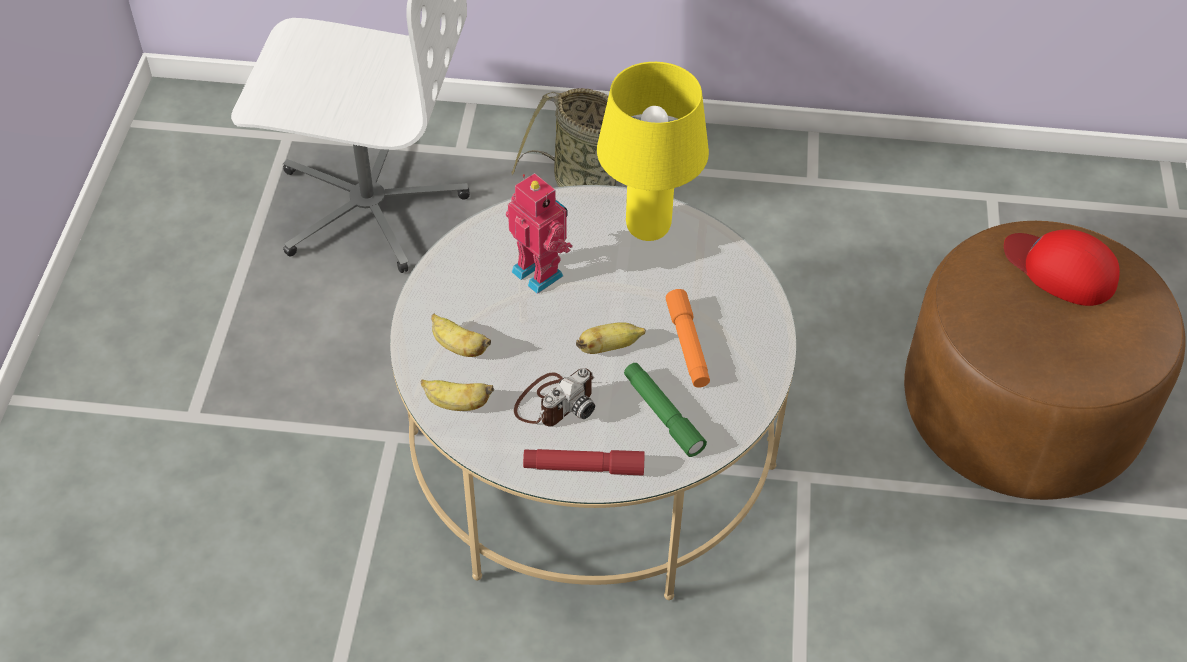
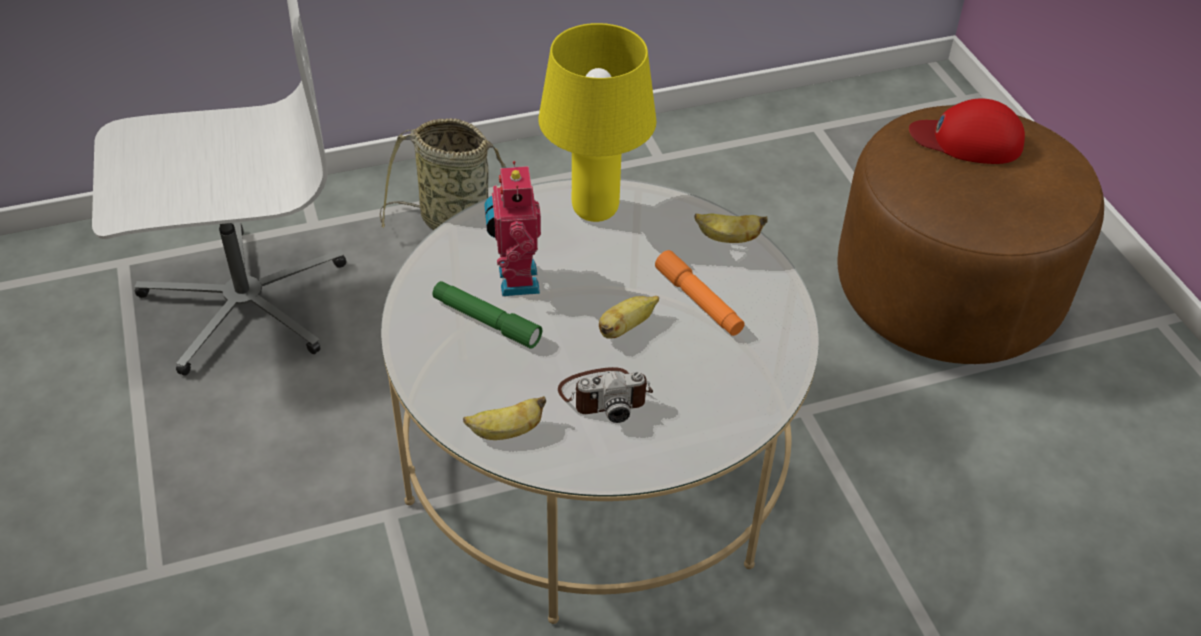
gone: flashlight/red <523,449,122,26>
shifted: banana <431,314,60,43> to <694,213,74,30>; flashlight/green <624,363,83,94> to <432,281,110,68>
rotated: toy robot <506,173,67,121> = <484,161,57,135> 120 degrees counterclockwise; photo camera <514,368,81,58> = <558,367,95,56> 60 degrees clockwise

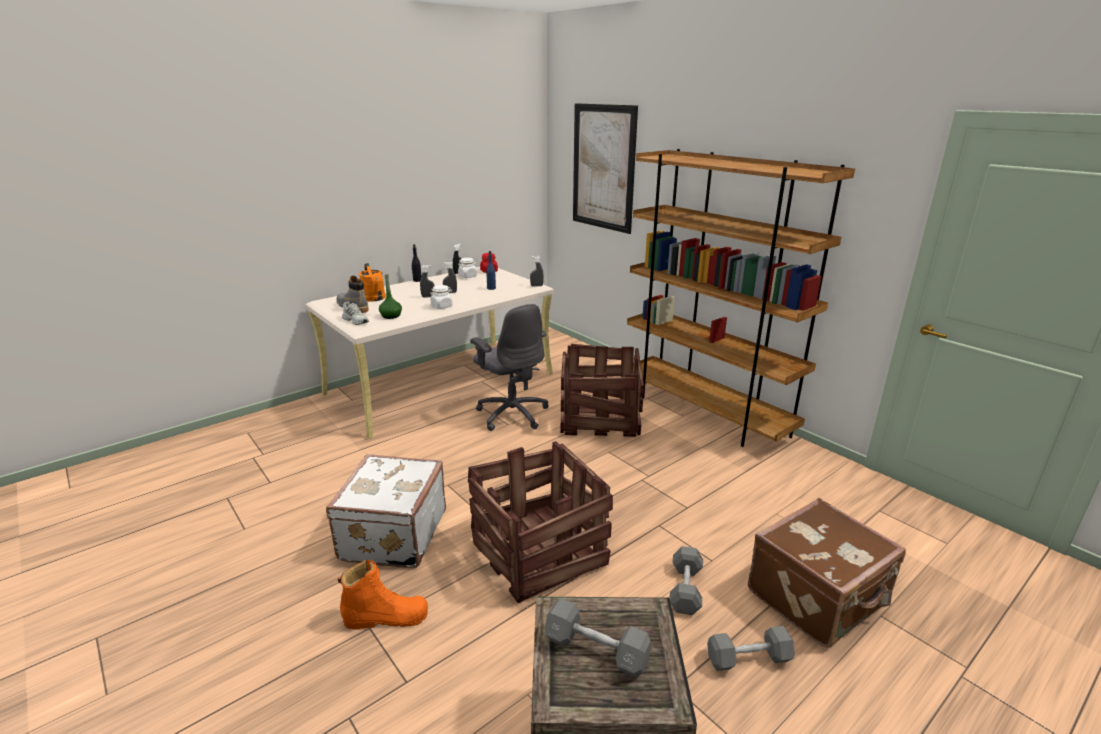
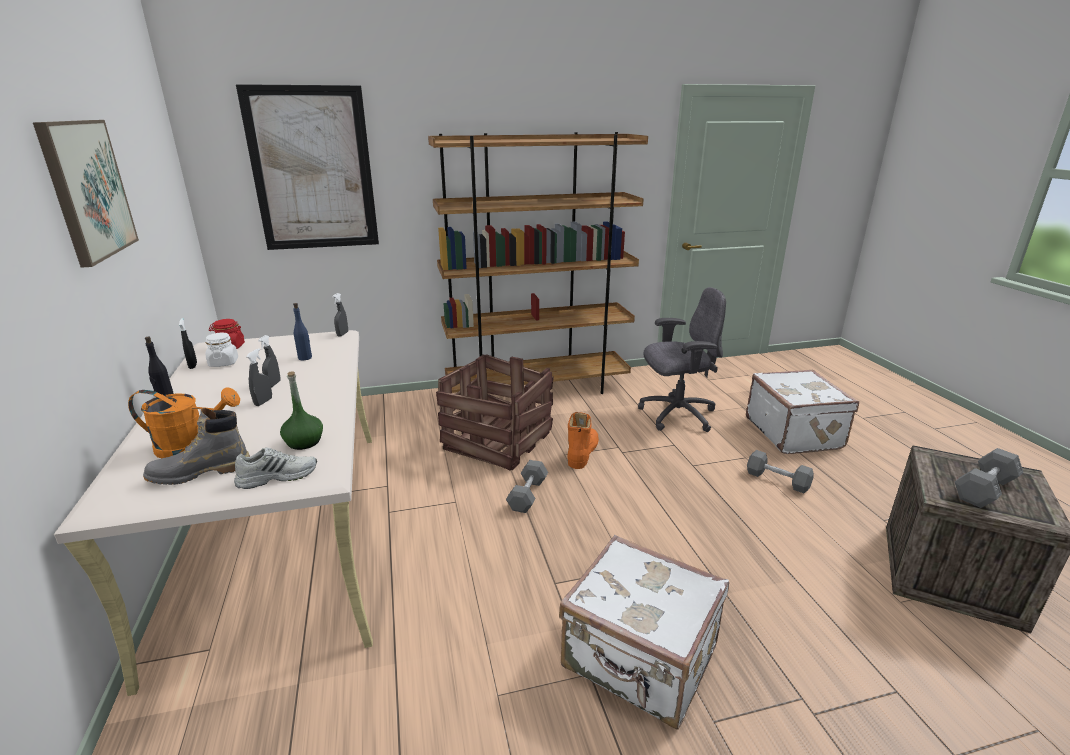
gone: jar/white <430,285,23,24>; crate <468,441,145,162>
new: picture <33,120,106,148>
shifted: office chair/grey <470,304,78,127> to <638,287,88,145>; boot/orange <338,560,90,69> to <567,412,32,57>; dumbbell/grey <707,626,88,45> to <506,460,42,53>
repainted: suitcase/brown <748,498,158,150> to suitcase/white <746,370,113,84>

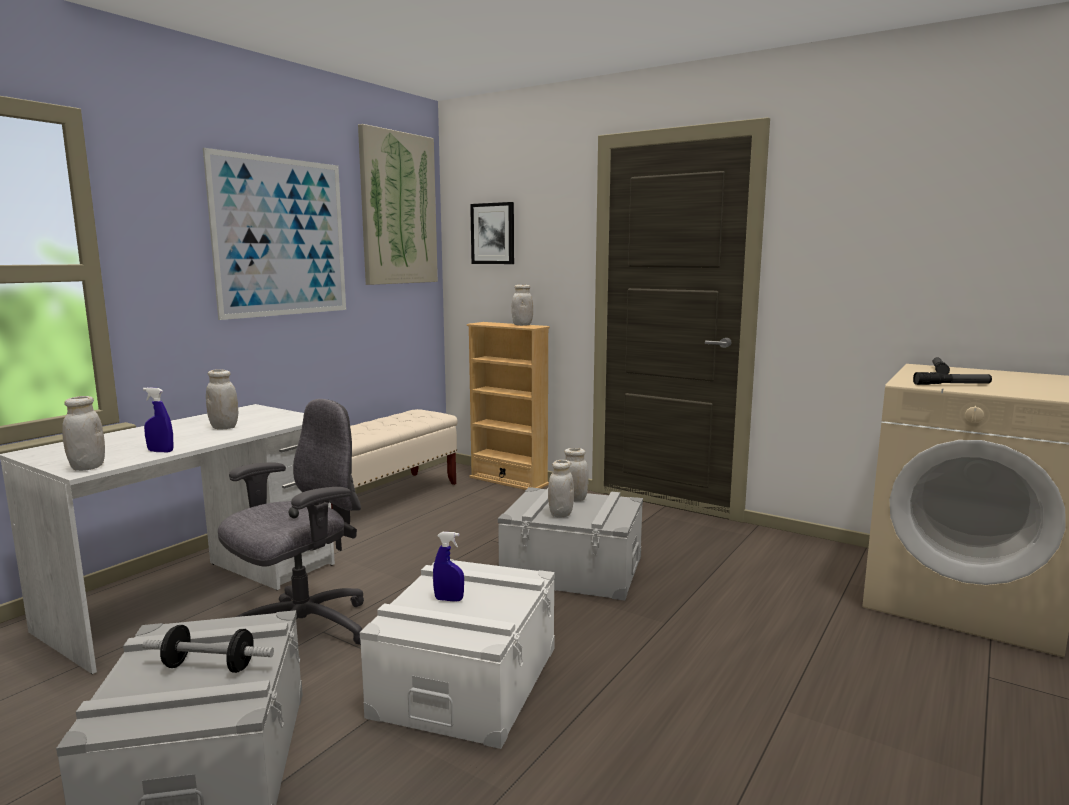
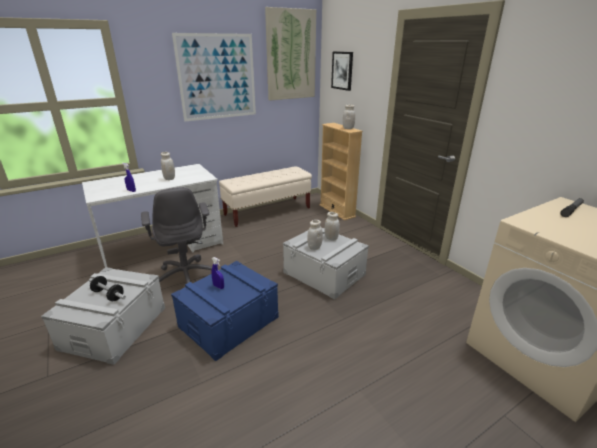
gone: flashlight <913,372,79,13>; jar/white <62,396,43,75>
repainted: storage box/white <359,559,196,190> to storage box/blue <171,261,108,100>
rotated: office chair/grey <218,399,146,246> = <141,187,71,96> 90 degrees clockwise

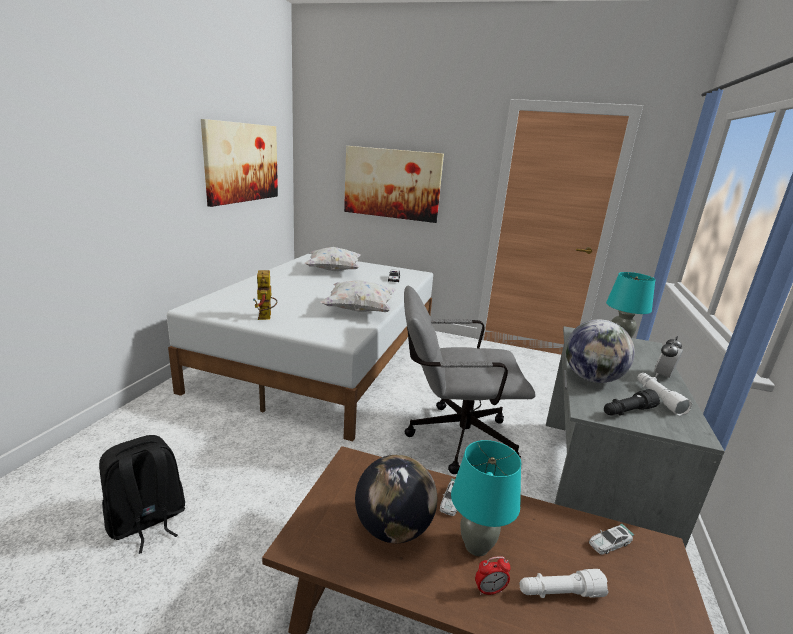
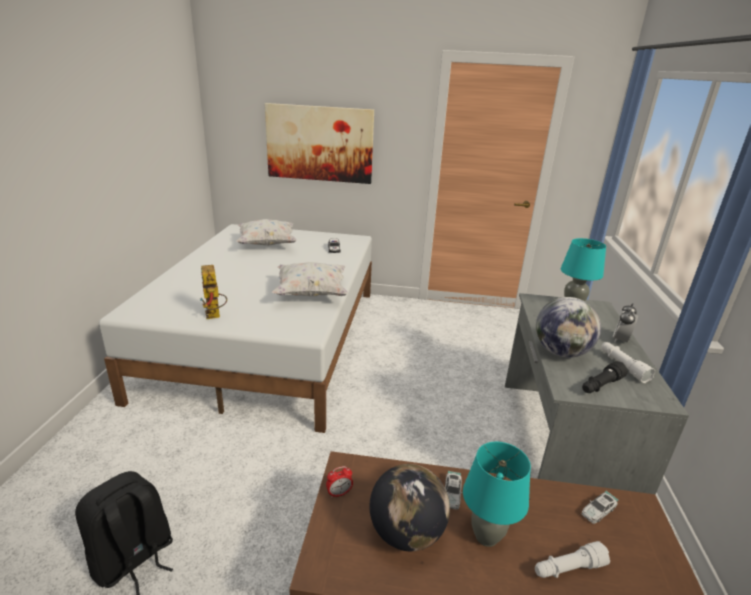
gone: picture <201,119,77,88>; office chair/grey <404,286,131,188>
shifted: alarm clock <475,556,36,39> to <326,466,27,32>

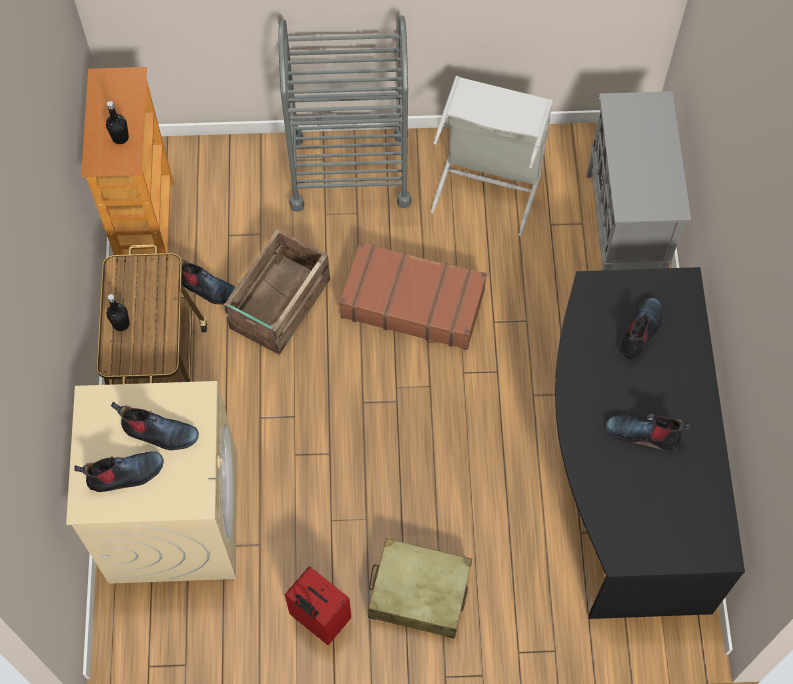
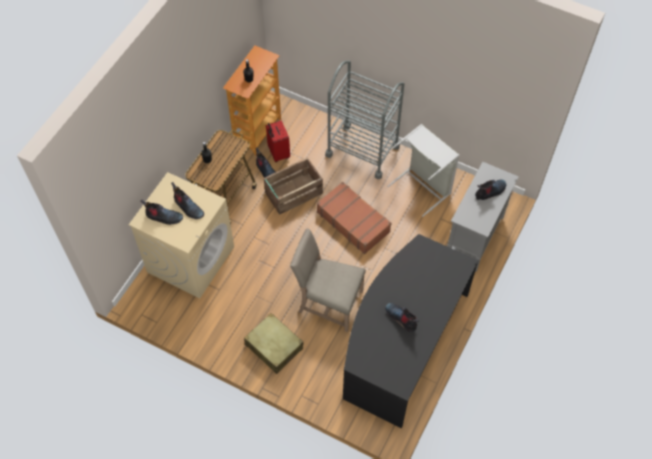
new: chair/beige <290,229,76,103>
shifted: boot <619,298,44,61> to <475,179,31,21>; suitcase/red <285,567,66,78> to <266,121,24,41>

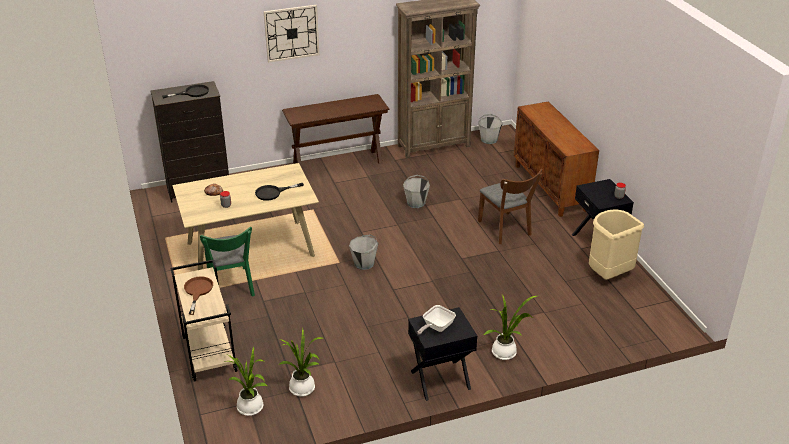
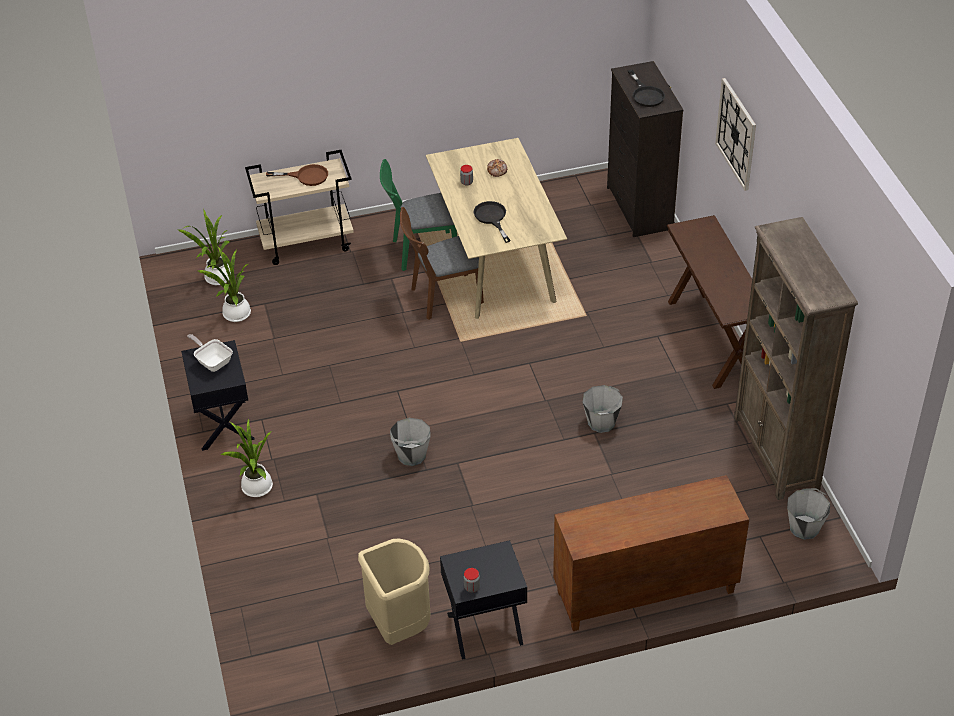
shifted: chair/brown <478,169,64,75> to <400,207,84,113>; bucket/grey <349,234,30,36> to <390,418,41,48>

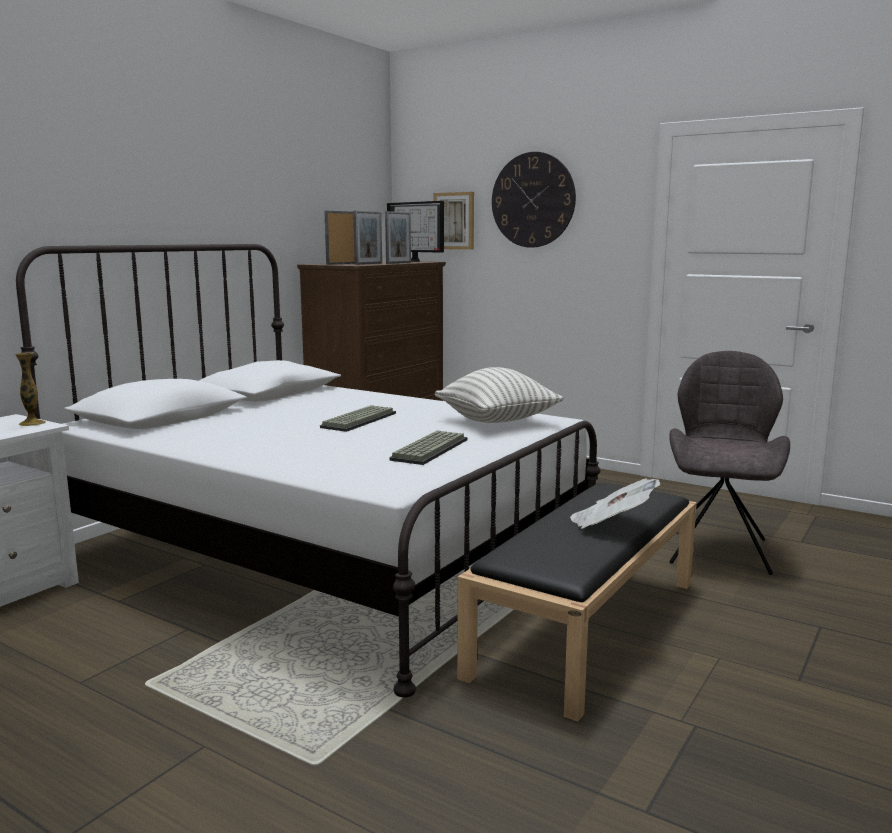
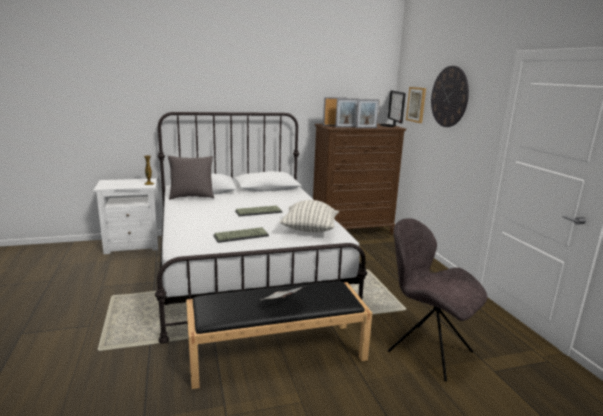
new: pillow/grey <168,156,46,44>
rotated: chair/grey <669,351,121,224> = <388,219,100,162> 105 degrees counterclockwise

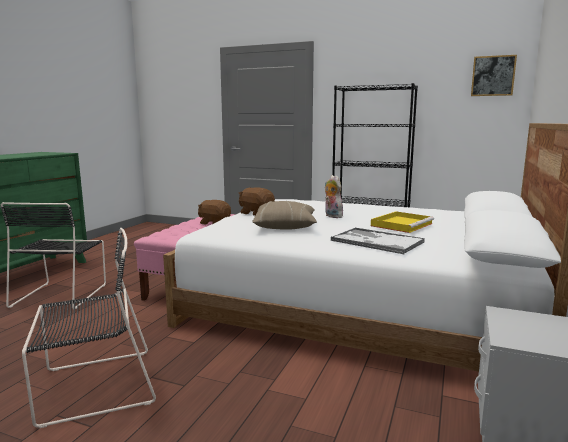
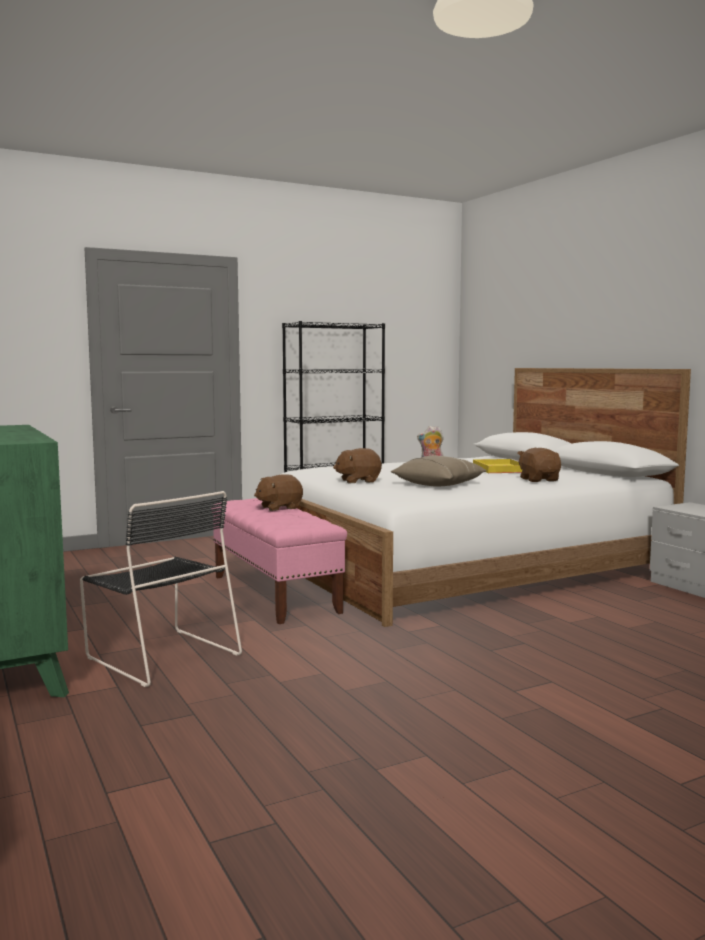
gone: picture <471,55,46,41>; chair/black <22,228,134,201>
swapped: tray <331,228,94,26> to plush toy/brown <518,448,43,34>

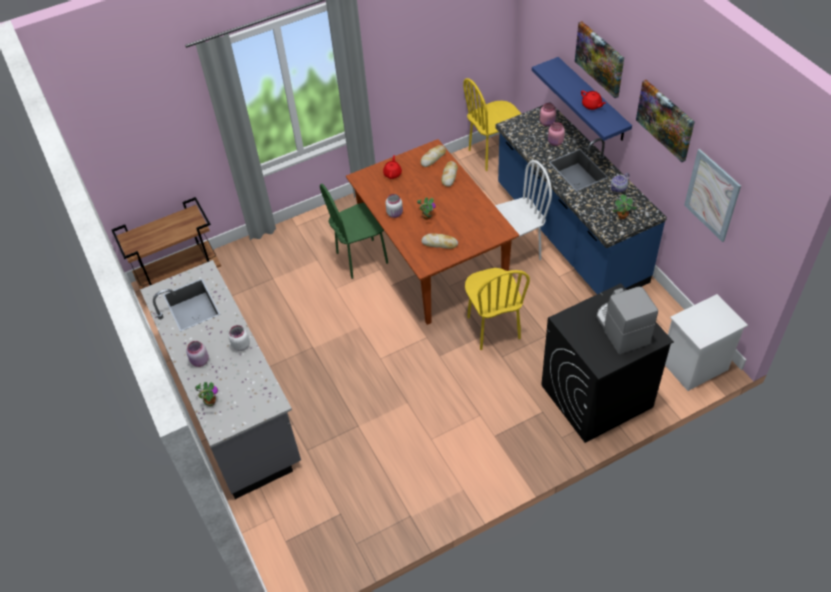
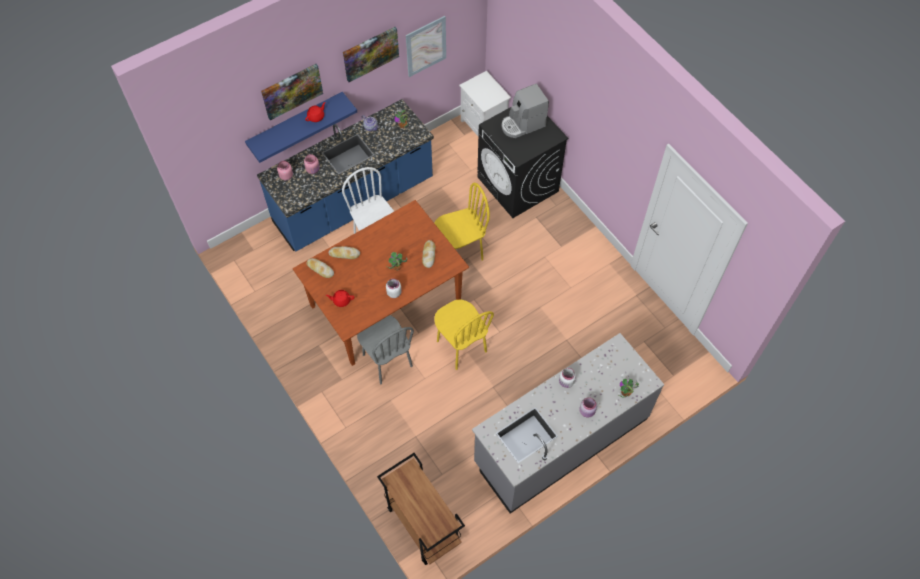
shifted: chair/yellow <463,78,58,93> to <434,300,60,70>
repainted: chair/green <320,184,68,95> to chair/grey <357,315,57,69>

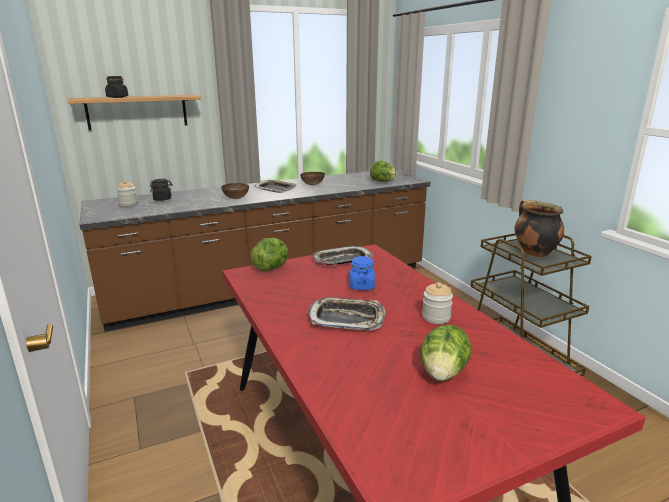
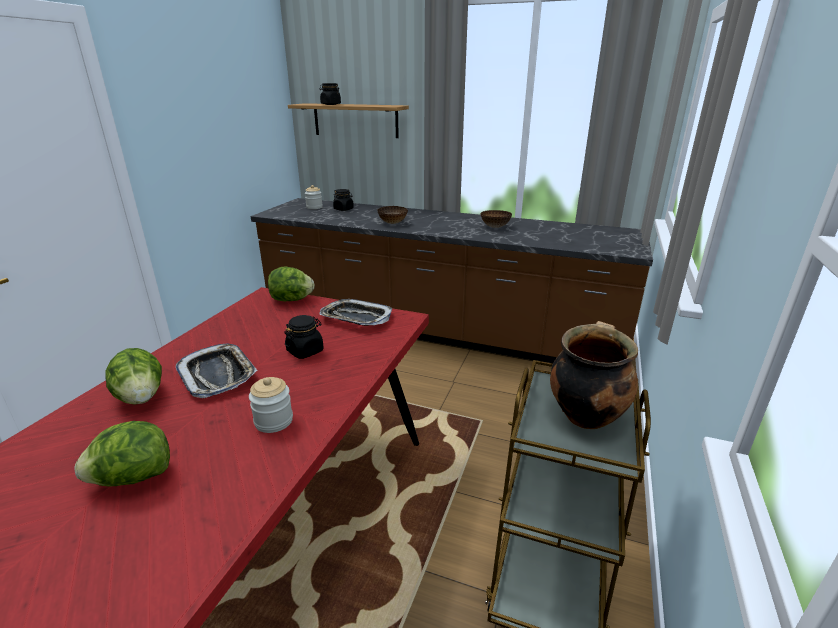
gone: tray <254,180,43,13>
shifted: lettuce <370,160,27,22> to <105,348,57,57>
repainted: jar/blue <350,256,25,34> to jar/black <284,315,40,44>

